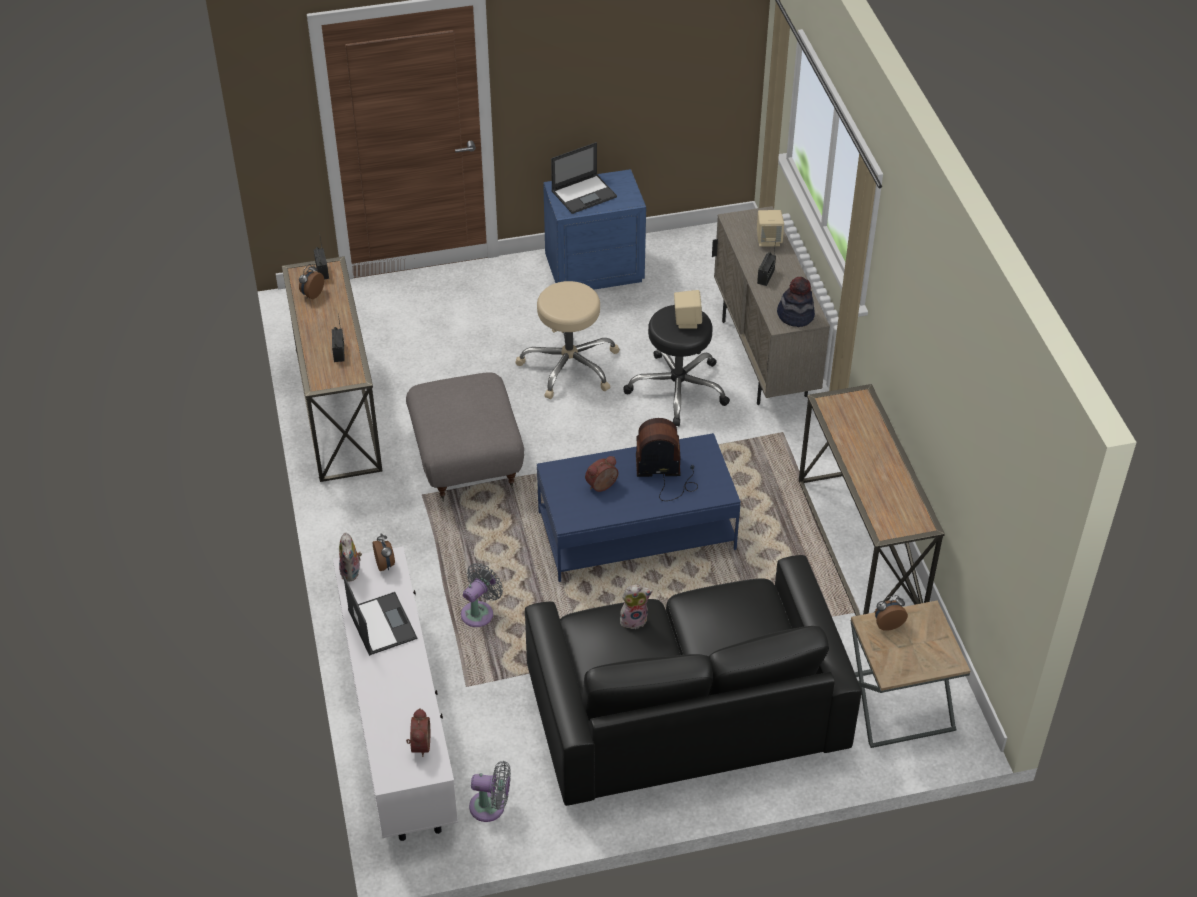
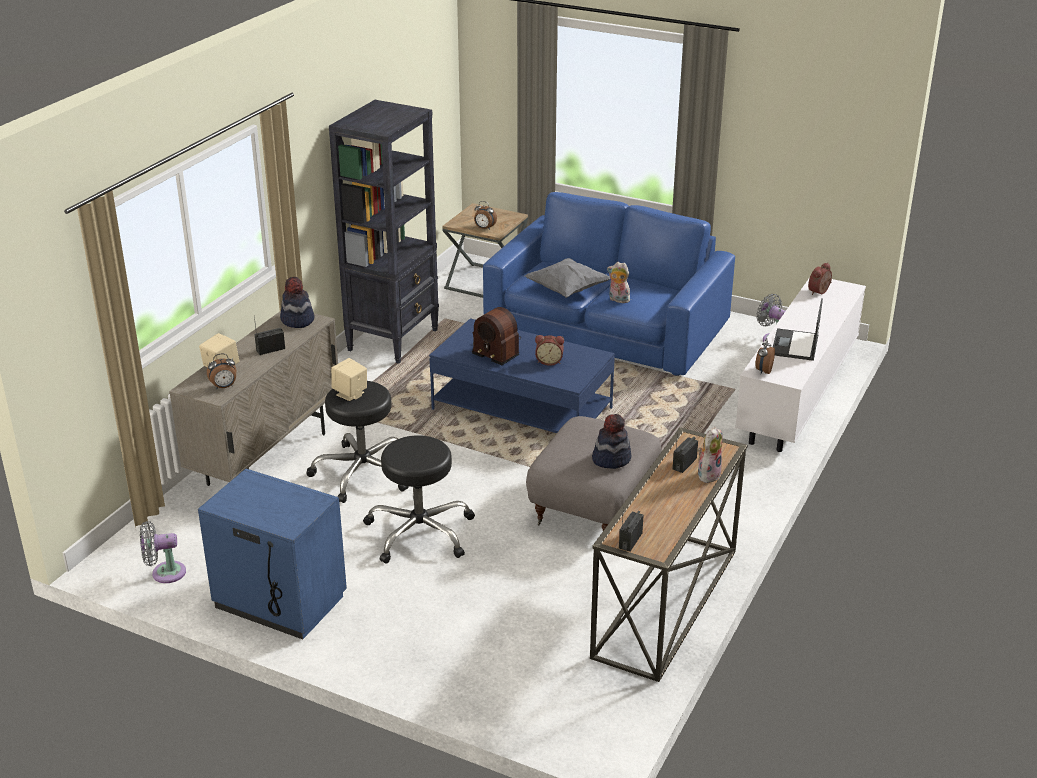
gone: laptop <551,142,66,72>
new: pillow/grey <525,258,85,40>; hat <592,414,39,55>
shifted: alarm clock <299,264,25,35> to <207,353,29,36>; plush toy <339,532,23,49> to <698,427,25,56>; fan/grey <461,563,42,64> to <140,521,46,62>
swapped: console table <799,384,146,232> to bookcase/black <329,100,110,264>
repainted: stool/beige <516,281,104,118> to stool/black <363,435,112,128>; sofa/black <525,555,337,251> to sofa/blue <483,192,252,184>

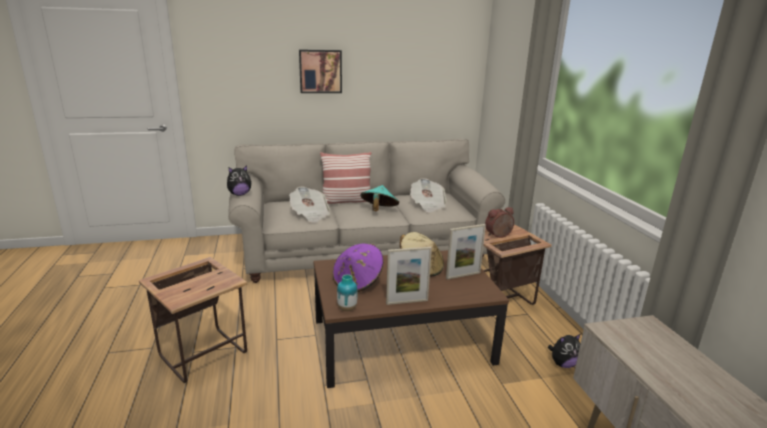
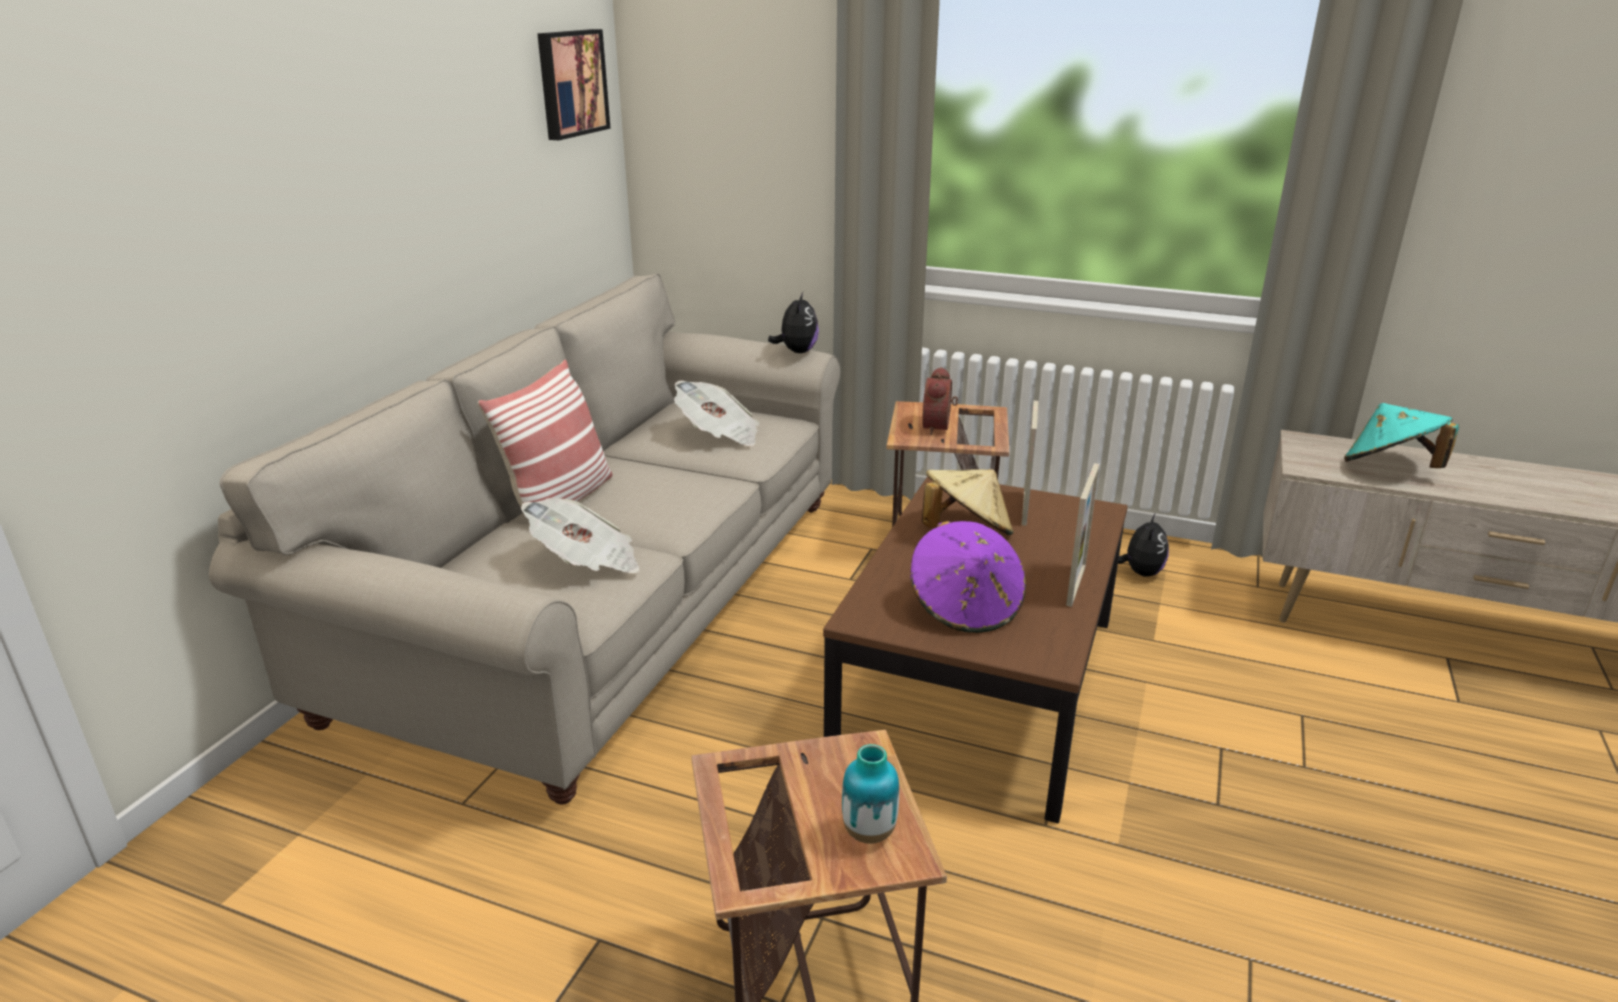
shifted: picture <299,49,43,44> to <537,29,74,111>; plush toy <227,165,24,31> to <768,292,51,61>; hat/turquoise <360,185,39,26> to <1344,403,115,65>; vase <337,274,20,37> to <842,744,57,100>

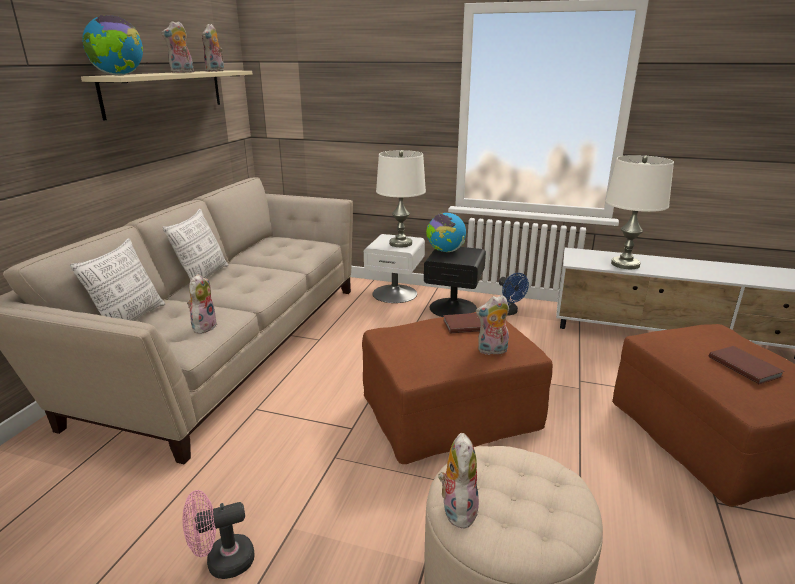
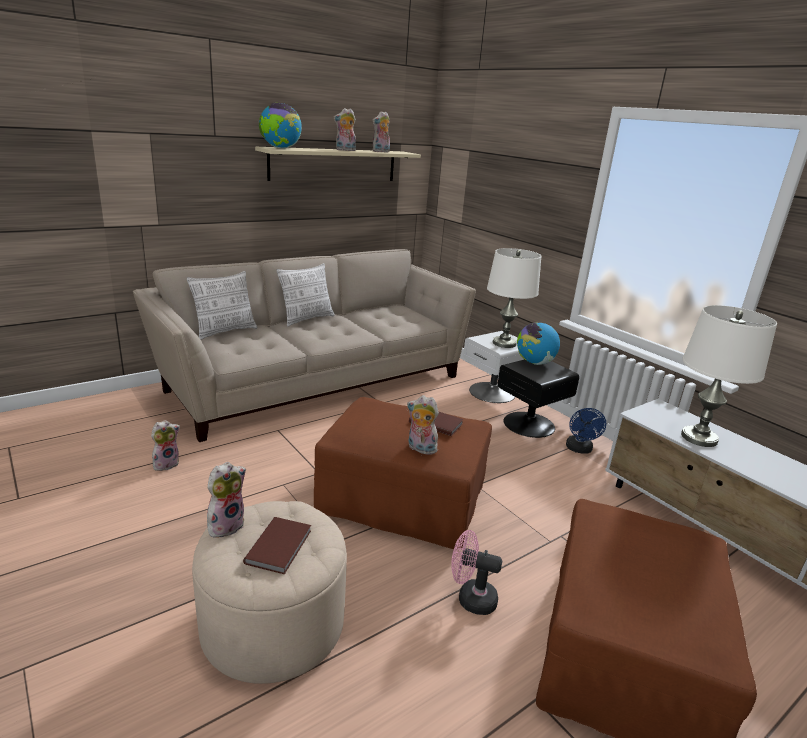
shifted: plush toy <187,274,30,60> to <151,420,29,51>; book/brown <709,346,76,38> to <243,517,68,57>; fan/pink <183,490,72,89> to <451,530,51,85>

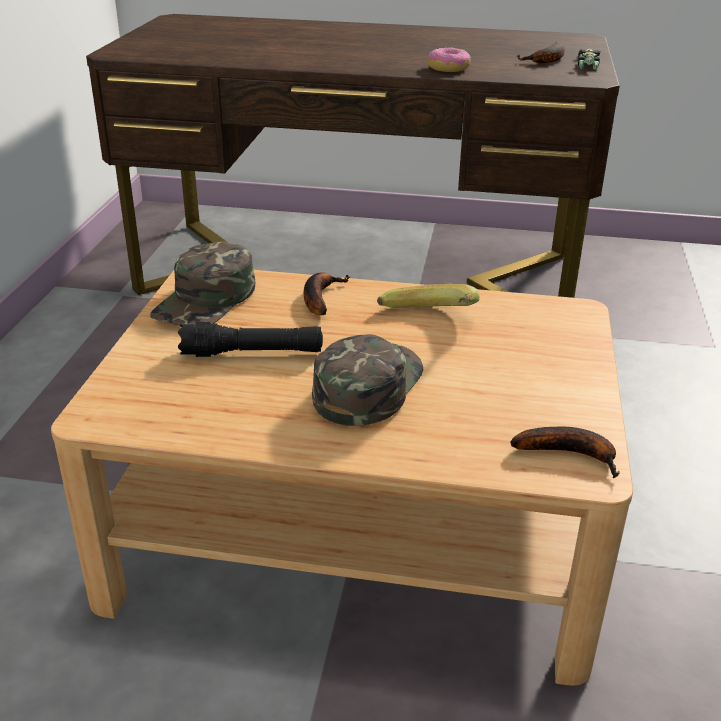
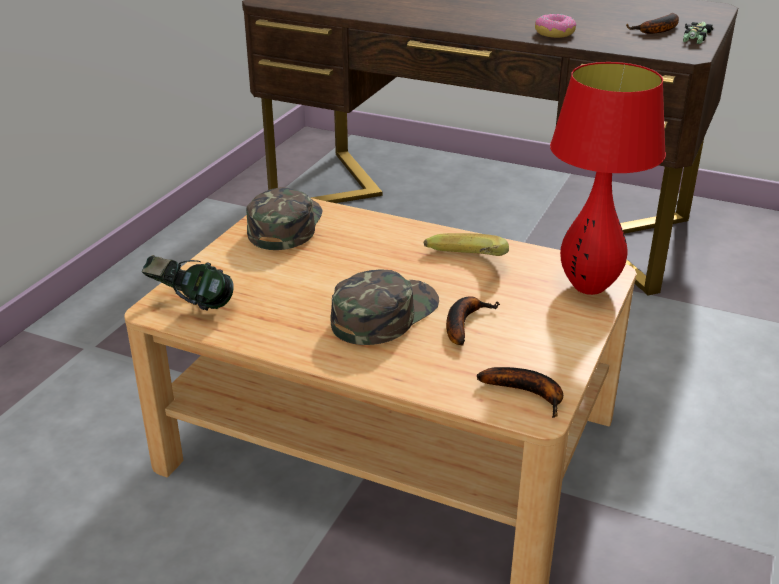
gone: flashlight/black <178,322,145,35>
new: table lamp/red <550,62,116,233>; headphones <142,255,92,56>
shifted: banana <304,272,46,43> to <446,296,54,50>
rotated: cap/green <150,241,105,85> = <246,187,76,63> 150 degrees clockwise

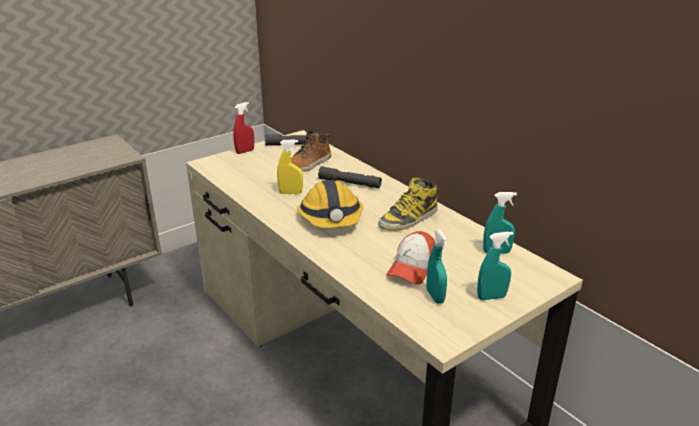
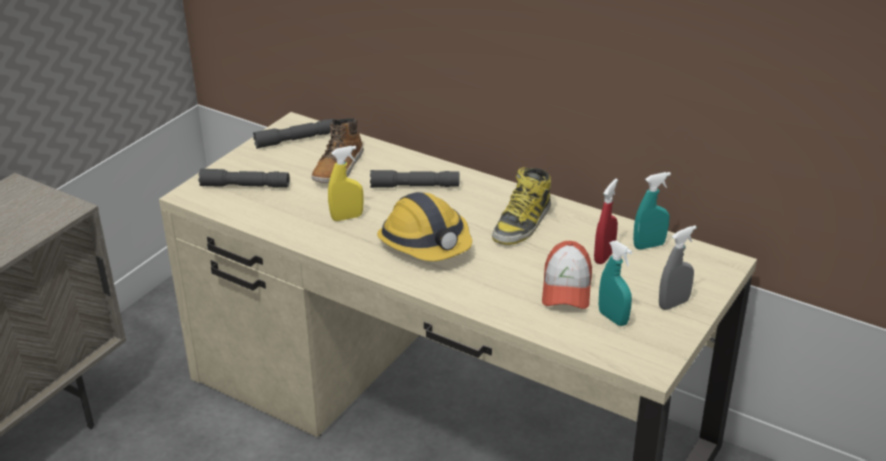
new: flashlight/grey <198,168,91,20>
shifted: spray bottle/red <233,102,21,52> to <594,179,24,85>
repainted: spray bottle/turquoise <477,231,37,69> to spray bottle/grey <659,225,38,85>

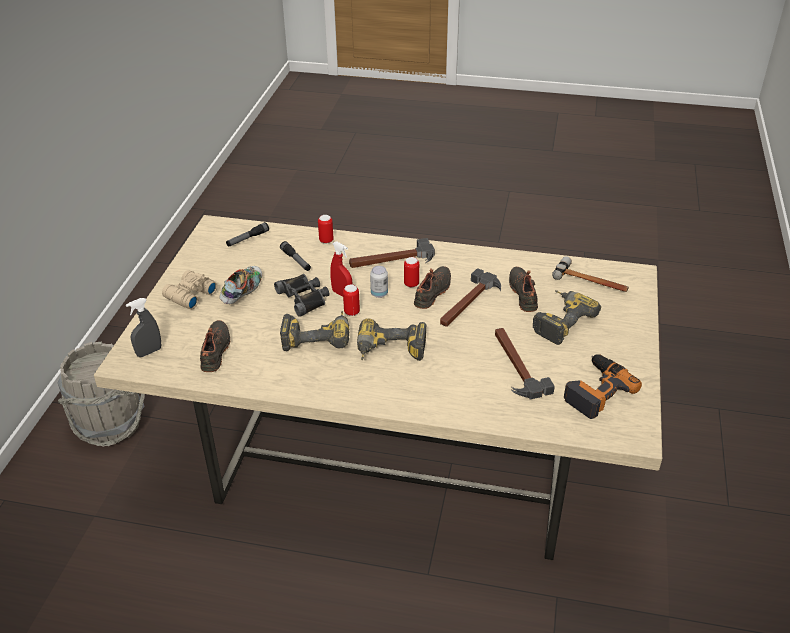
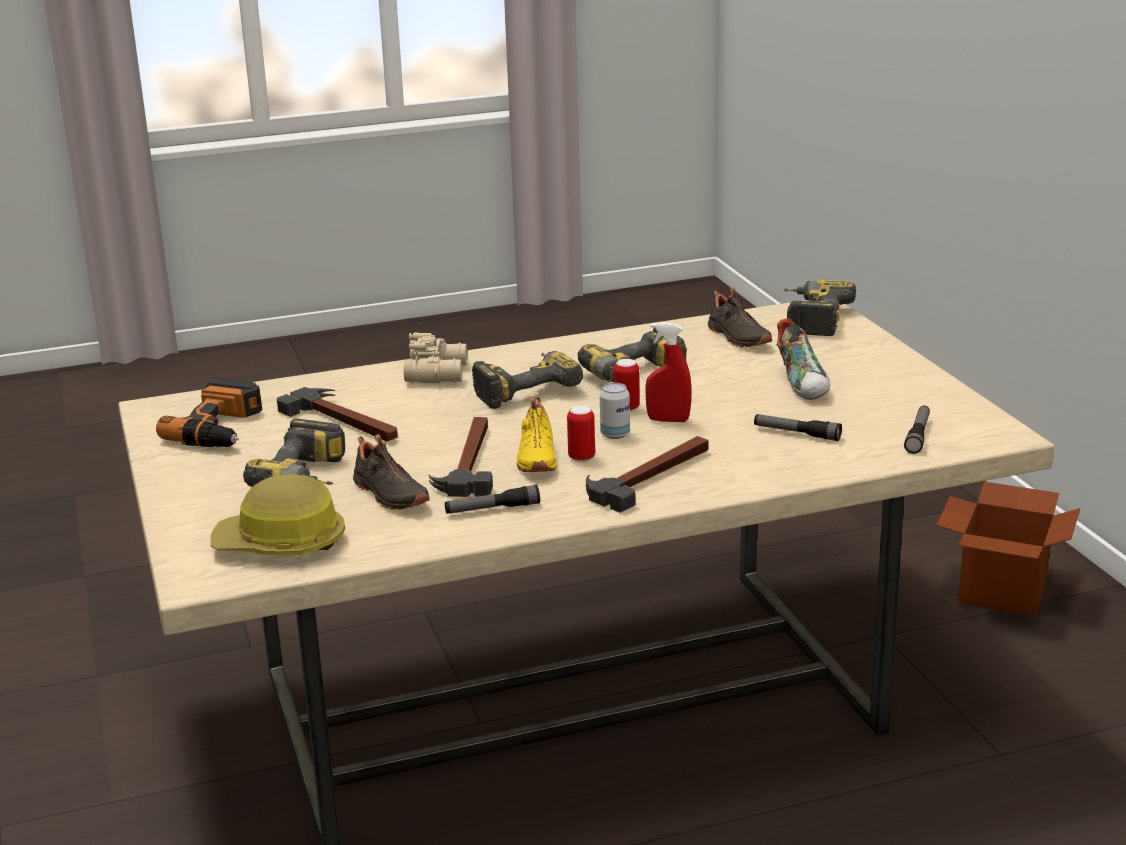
gone: can <318,215,16,29>; binoculars/black <274,274,55,43>
new: flashlight <445,485,95,29>
shifted: binoculars/beige <162,270,56,39> to <403,332,65,51>
swapped: hammer <552,256,77,36> to hard hat <211,474,134,81>; spray bottle/grey <126,298,35,59> to power drill <784,279,72,57>; bucket/grey <57,342,88,105> to cardboard box <936,482,144,134>
repainted: shoe/black <414,266,37,43> to shoe/yellow <517,397,40,75>

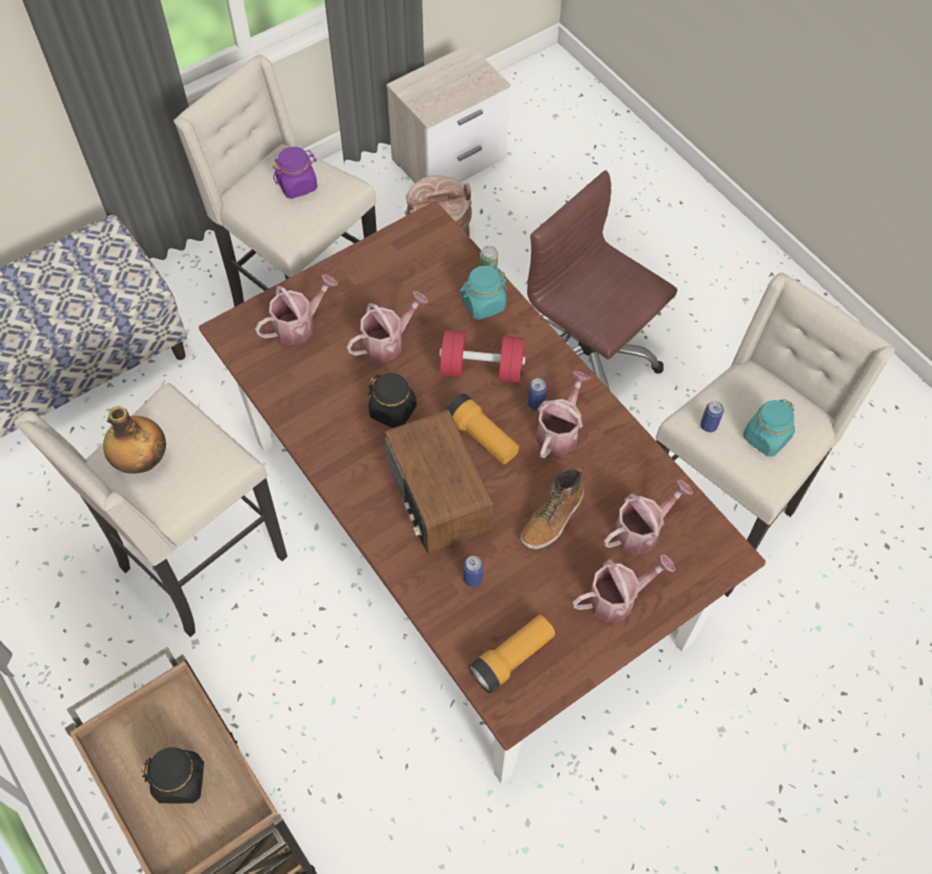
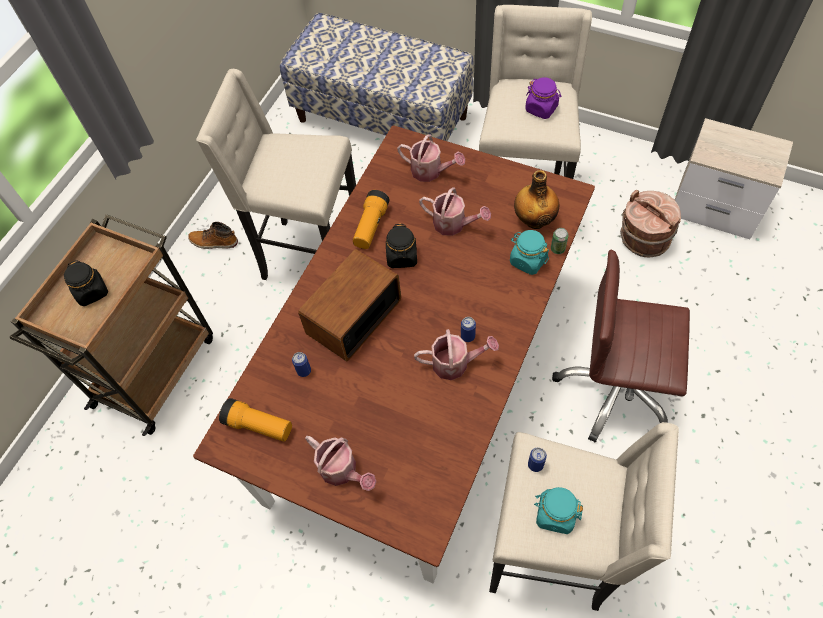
gone: dumbbell/red <439,330,87,53>; watering can <604,479,89,76>
shifted: flashlight <446,393,73,72> to <353,190,37,59>; bottle <103,406,63,68> to <514,170,45,59>; boot <521,468,63,81> to <188,222,50,27>
rotated: office chair/brown <527,170,150,220> = <552,249,138,194> 90 degrees counterclockwise

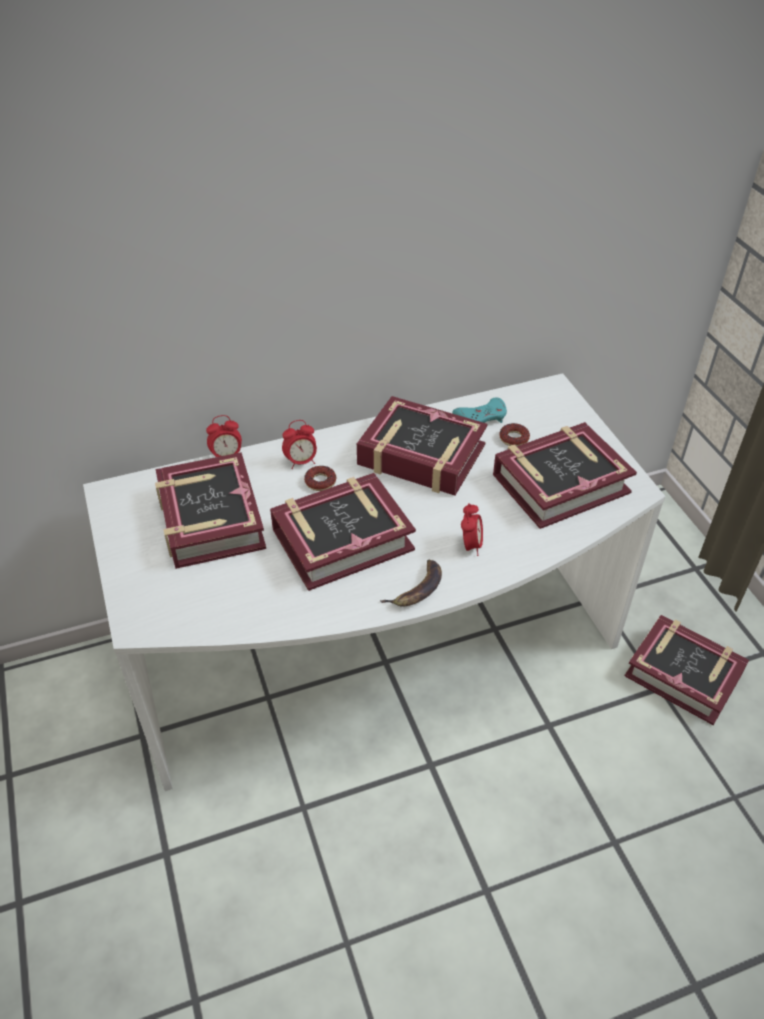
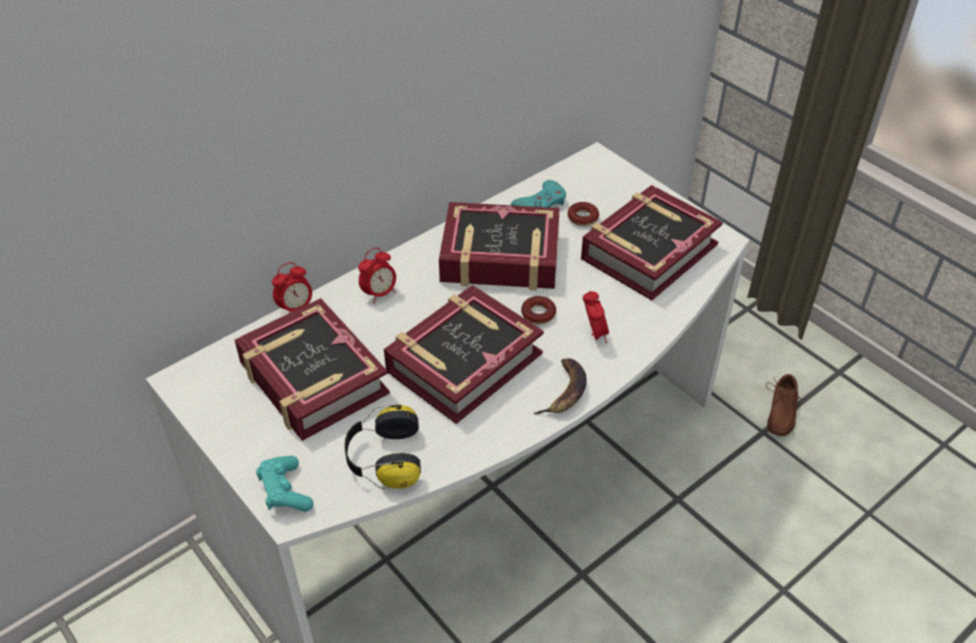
new: headphones <345,404,76,85>; game controller/turquoise <256,456,58,56>
shifted: donut <304,466,32,25> to <521,296,35,29>
swapped: book <624,615,125,110> to shoe/brown <766,374,37,62>

